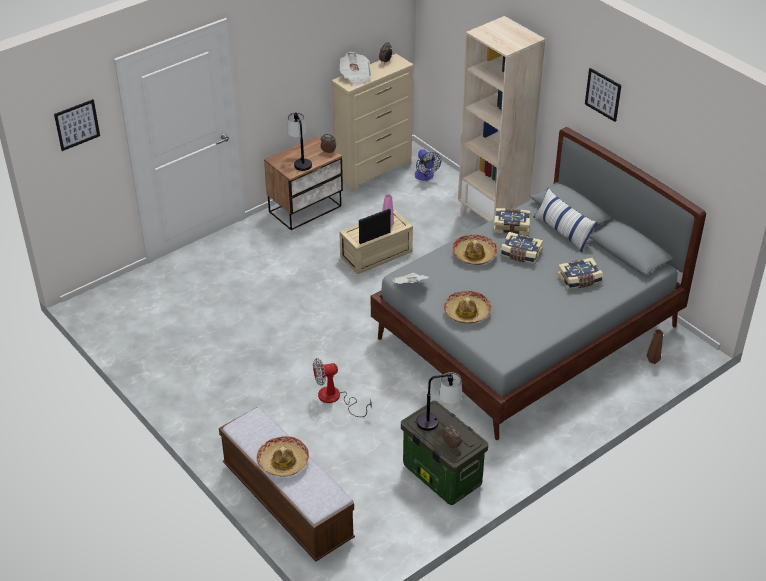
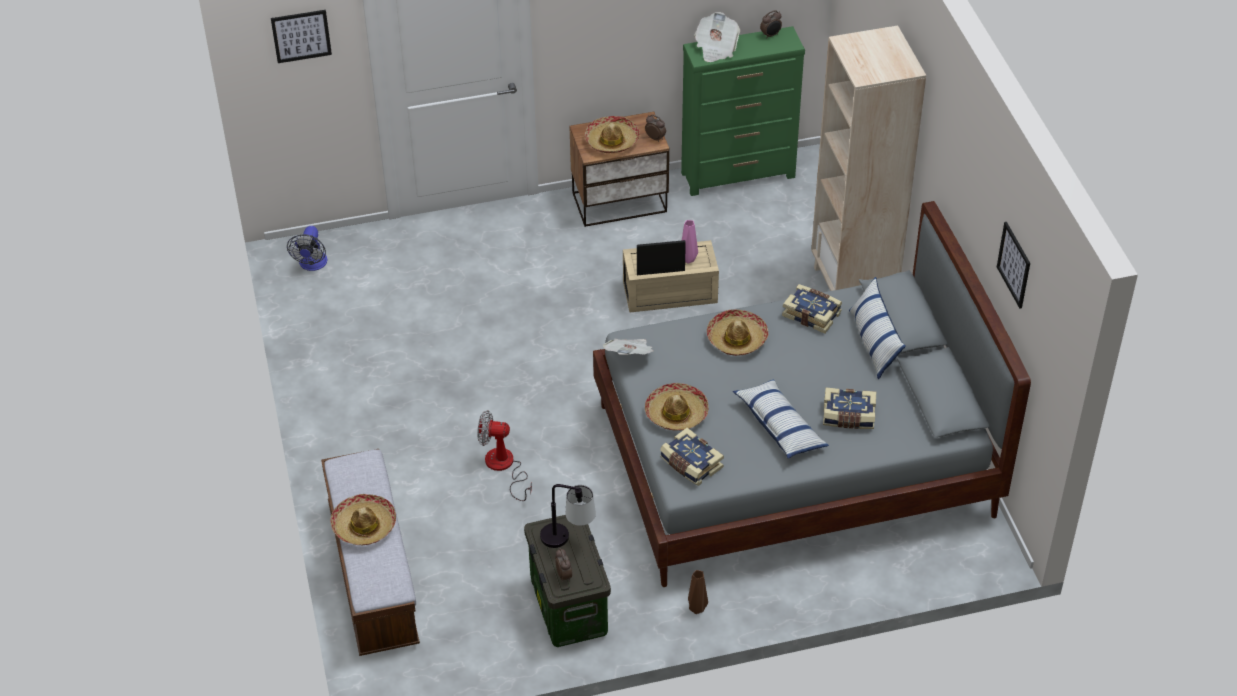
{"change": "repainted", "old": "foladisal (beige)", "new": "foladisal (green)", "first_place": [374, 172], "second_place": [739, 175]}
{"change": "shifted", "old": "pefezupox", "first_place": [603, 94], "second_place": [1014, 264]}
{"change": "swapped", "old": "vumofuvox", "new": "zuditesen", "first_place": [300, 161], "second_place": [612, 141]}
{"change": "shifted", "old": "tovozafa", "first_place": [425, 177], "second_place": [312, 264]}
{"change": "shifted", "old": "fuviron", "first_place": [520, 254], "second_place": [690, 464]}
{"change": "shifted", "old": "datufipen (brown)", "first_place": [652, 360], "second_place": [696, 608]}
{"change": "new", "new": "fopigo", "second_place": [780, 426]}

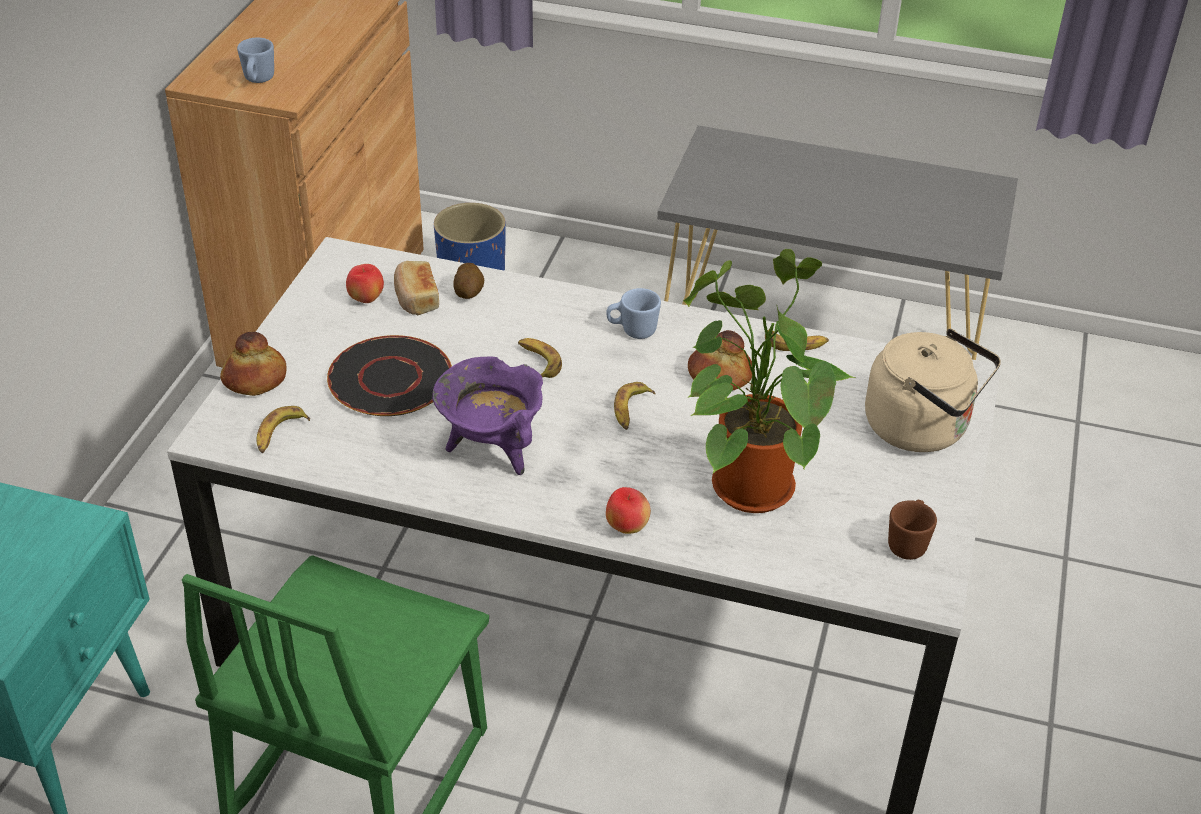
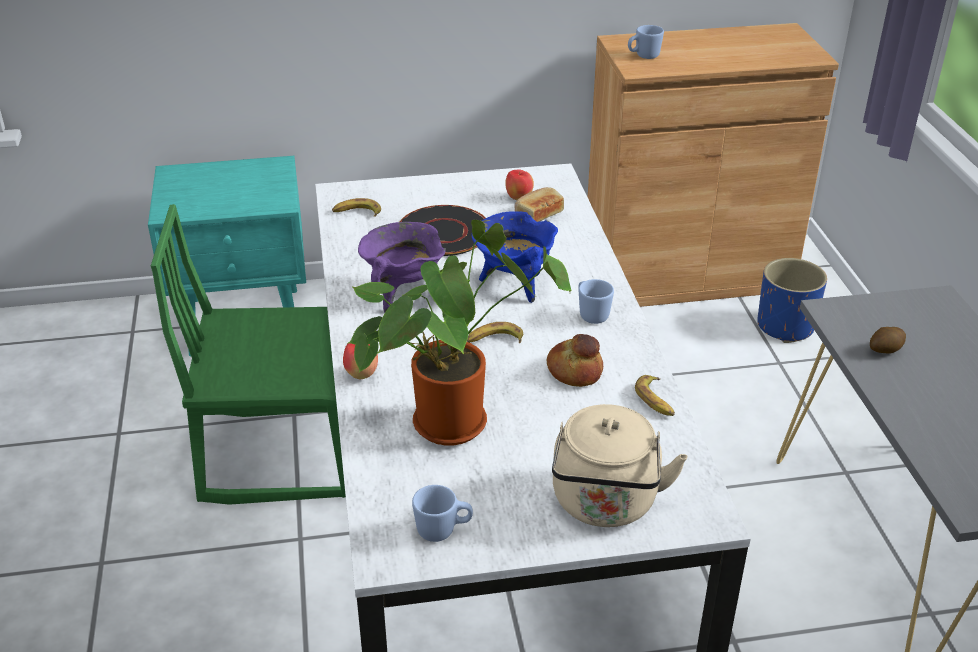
{"change": "shifted", "old": "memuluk", "first_place": [469, 292], "second_place": [884, 350]}
{"change": "gone", "old": "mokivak", "first_place": [255, 379]}
{"change": "swapped", "old": "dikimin", "new": "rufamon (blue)", "first_place": [538, 362], "second_place": [514, 283]}
{"change": "repainted", "old": "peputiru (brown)", "new": "peputiru (blue)", "first_place": [908, 543], "second_place": [443, 530]}

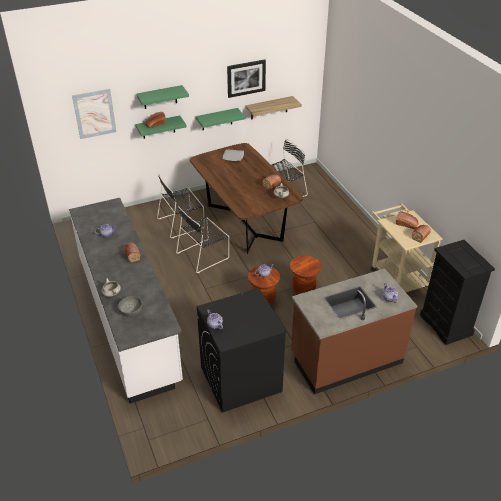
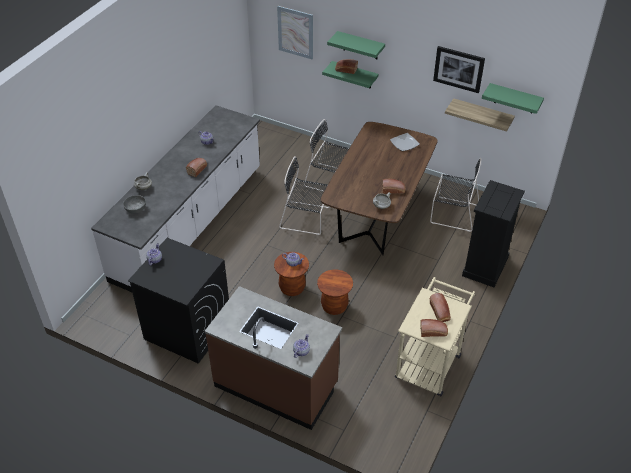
{"change": "shifted", "old": "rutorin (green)", "first_place": [217, 119], "second_place": [514, 99]}
{"change": "shifted", "old": "foladisal (black)", "first_place": [446, 325], "second_place": [485, 267]}

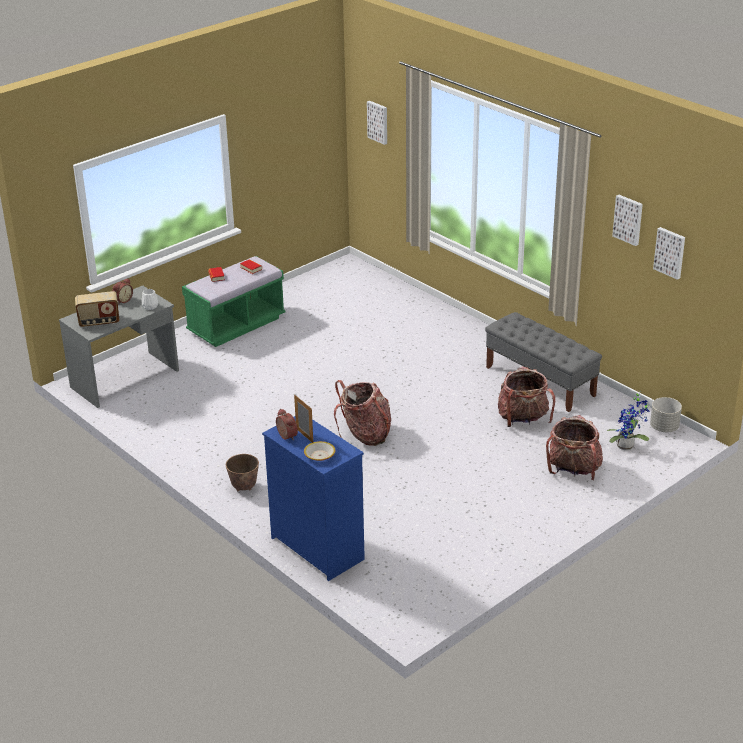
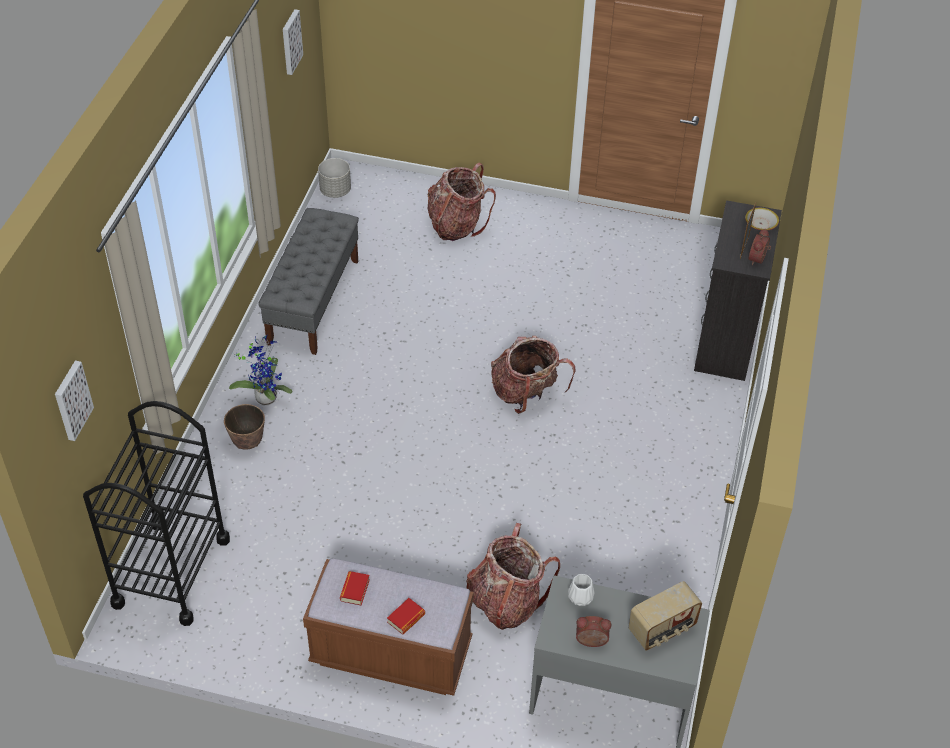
{"change": "gone", "old": "pefezupox", "first_place": [628, 219]}
{"change": "repainted", "old": "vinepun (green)", "new": "vinepun (brown)", "first_place": [236, 325], "second_place": [391, 653]}
{"change": "rotated", "old": "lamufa", "first_place": [99, 322], "second_place": [662, 629], "degrees": 105}
{"change": "shifted", "old": "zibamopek", "first_place": [523, 419], "second_place": [506, 601]}
{"change": "shifted", "old": "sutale", "first_place": [627, 446], "second_place": [266, 396]}
{"change": "repainted", "old": "foladisal (blue)", "new": "foladisal (black)", "first_place": [317, 548], "second_place": [724, 342]}
{"change": "shifted", "old": "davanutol", "first_place": [244, 487], "second_place": [247, 443]}
{"change": "new", "new": "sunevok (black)", "second_place": [171, 572]}

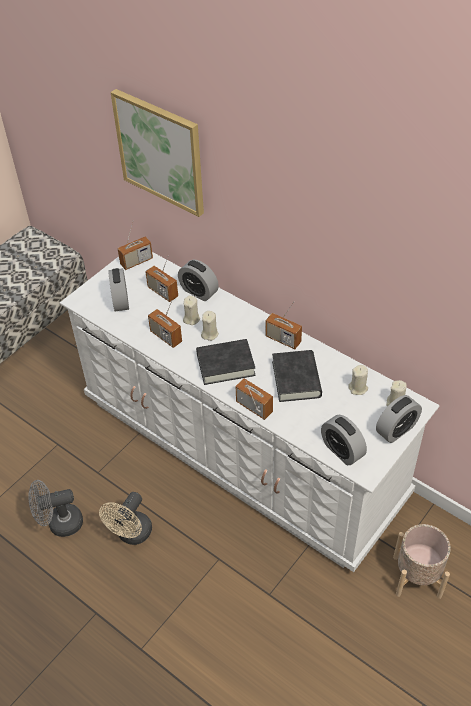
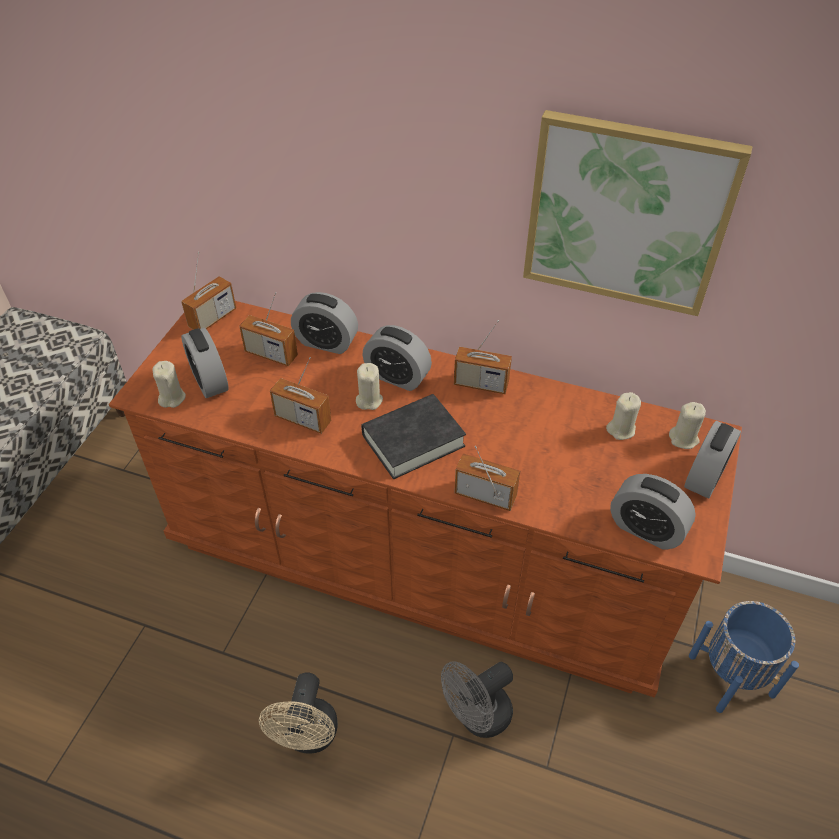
{"change": "shifted", "old": "pefezupox", "first_place": [160, 152], "second_place": [627, 214]}
{"change": "repainted", "old": "foladisal (white)", "new": "foladisal (brown)", "first_place": [240, 448], "second_place": [420, 557]}
{"change": "shifted", "old": "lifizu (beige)", "first_place": [191, 319], "second_place": [172, 398]}
{"change": "gone", "old": "fuviron (black)", "first_place": [296, 379]}
{"change": "shifted", "old": "tovozafa (grey)", "first_place": [59, 524], "second_place": [477, 717]}
{"change": "repainted", "old": "davanutol (beige)", "new": "davanutol (blue)", "first_place": [417, 576], "second_place": [731, 674]}
{"change": "new", "new": "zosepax", "second_place": [397, 377]}

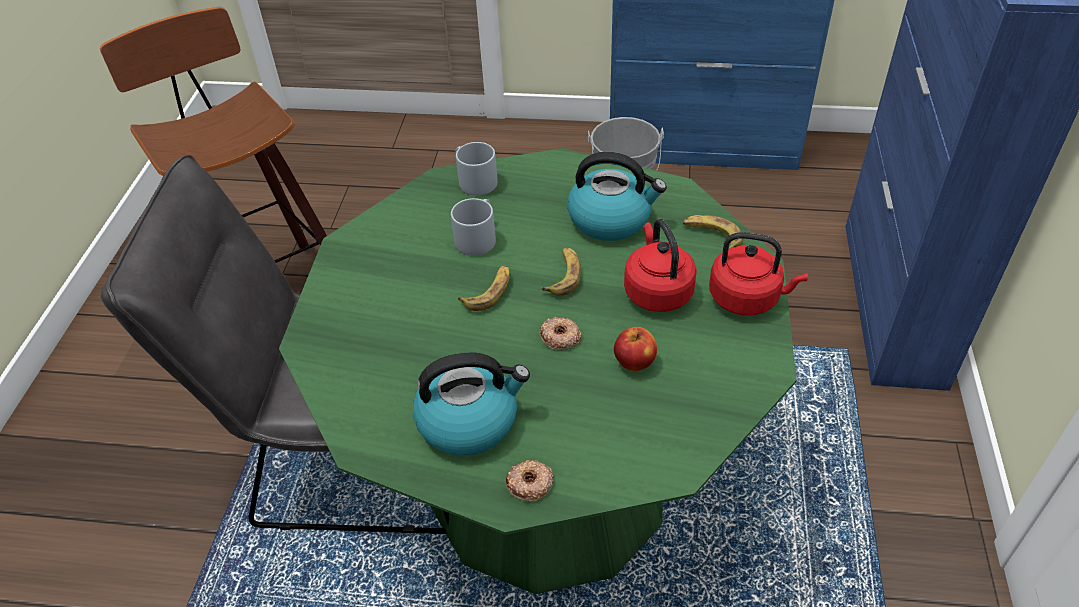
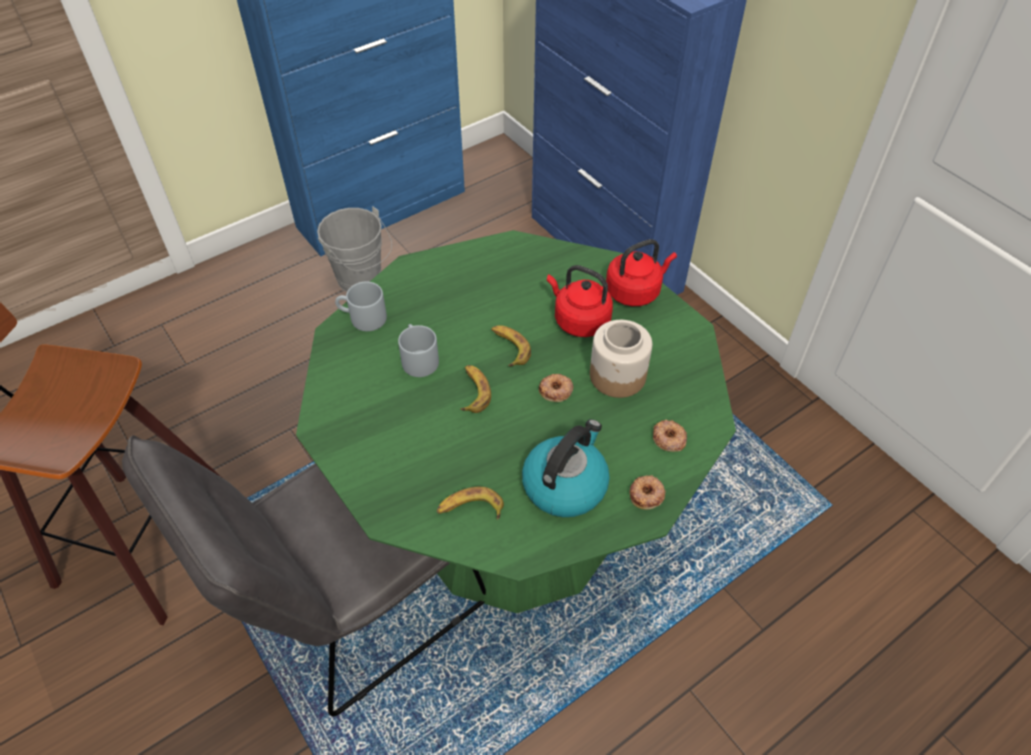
{"change": "gone", "old": "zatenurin", "first_place": [611, 219]}
{"change": "shifted", "old": "dikimin", "first_place": [712, 236], "second_place": [470, 509]}
{"change": "swapped", "old": "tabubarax", "new": "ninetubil", "first_place": [634, 362], "second_place": [618, 375]}
{"change": "new", "new": "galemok", "second_place": [668, 438]}

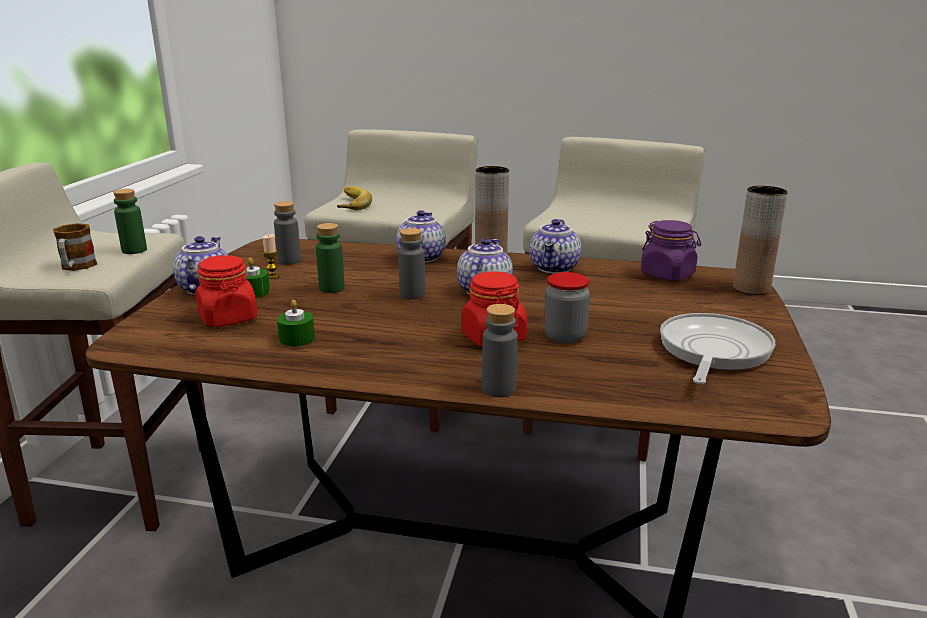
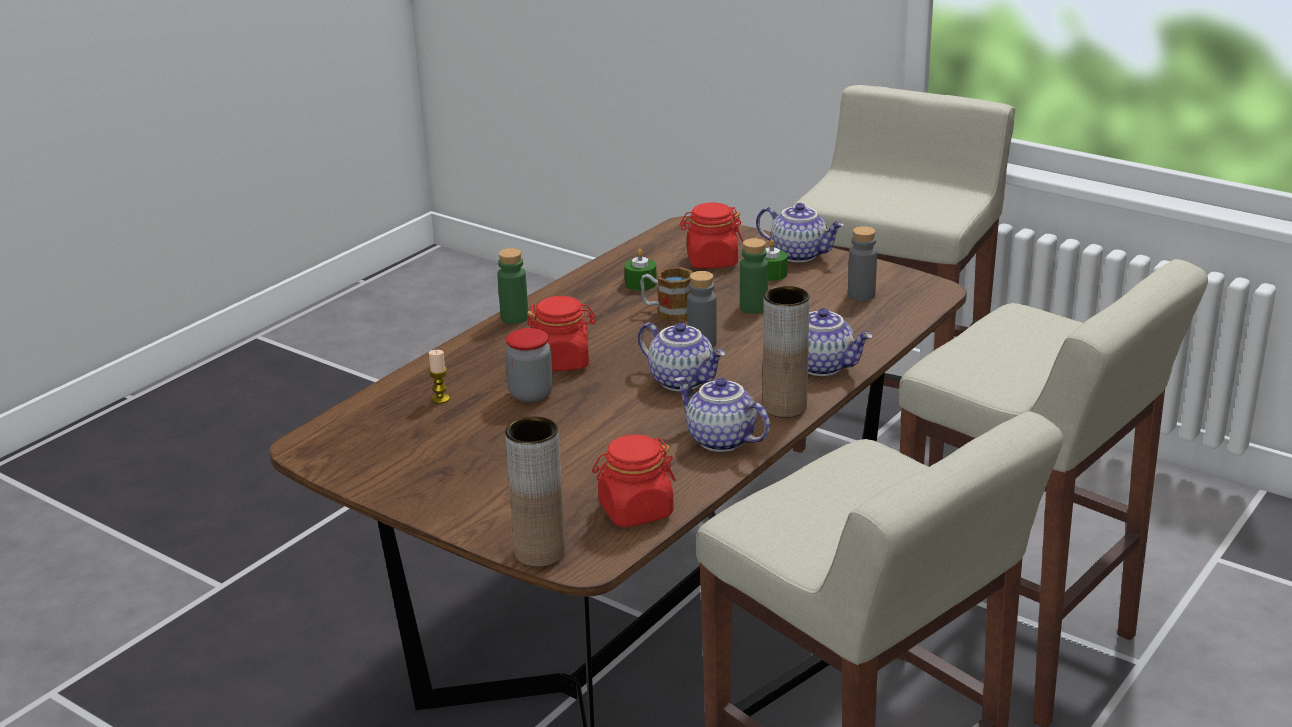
{"change": "gone", "old": "dikimin", "first_place": [349, 203]}
{"change": "shifted", "old": "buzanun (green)", "first_place": [134, 250], "second_place": [514, 318]}
{"change": "repainted", "old": "ninetubil (purple)", "new": "ninetubil (red)", "first_place": [667, 274], "second_place": [635, 511]}
{"change": "shifted", "old": "peputiru", "first_place": [76, 267], "second_place": [667, 312]}
{"change": "shifted", "old": "lifizu", "first_place": [272, 276], "second_place": [440, 399]}
{"change": "gone", "old": "buzanun (grey)", "first_place": [498, 389]}
{"change": "gone", "old": "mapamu", "first_place": [712, 352]}

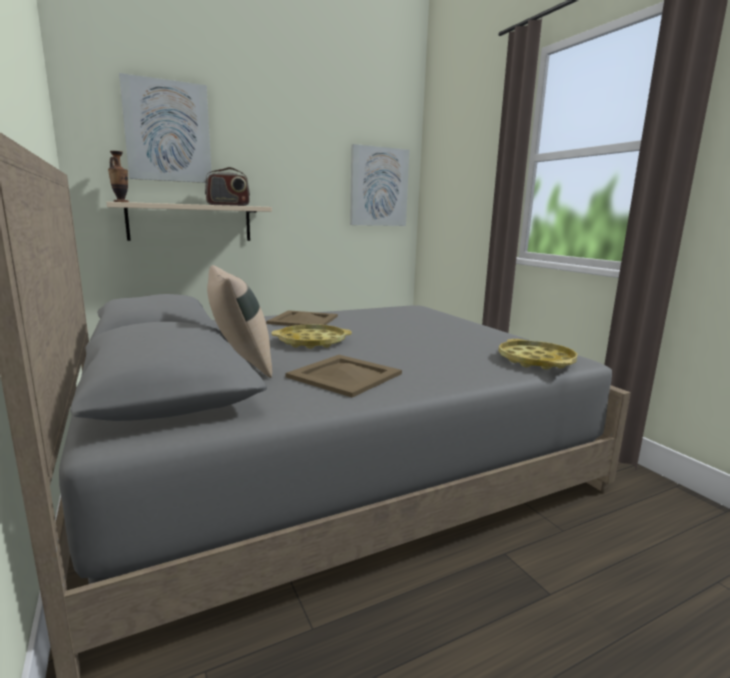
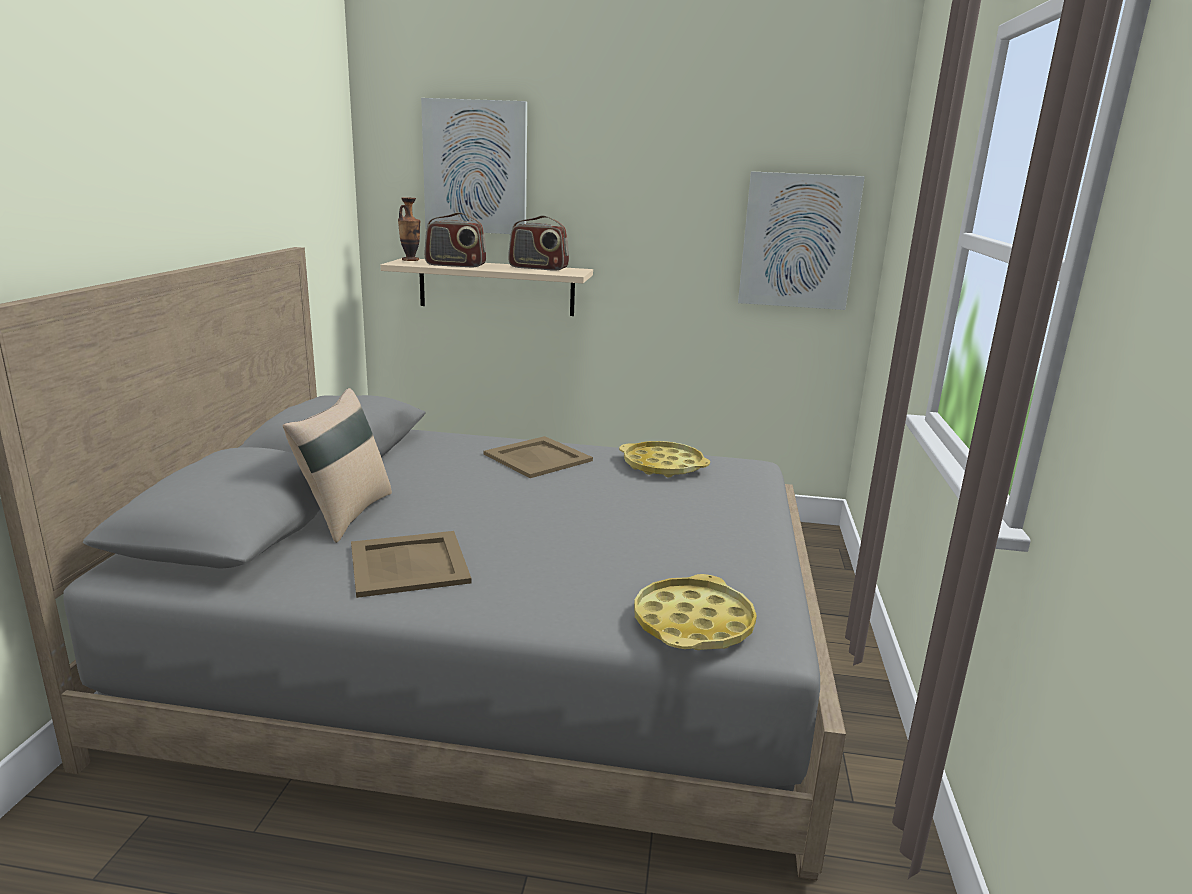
{"change": "shifted", "old": "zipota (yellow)", "first_place": [312, 342], "second_place": [663, 466]}
{"change": "new", "new": "lamufa", "second_place": [455, 265]}

